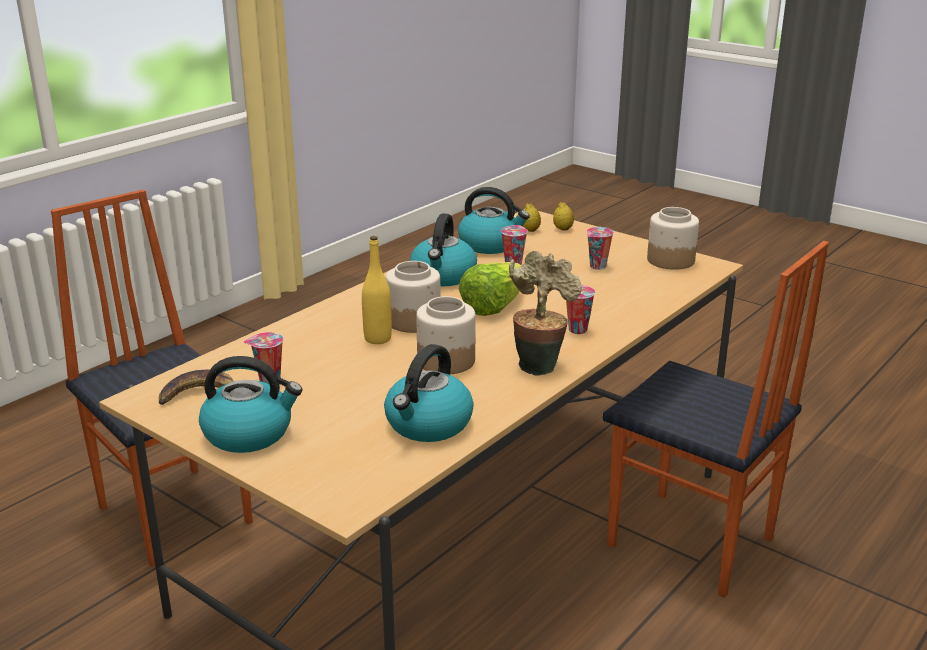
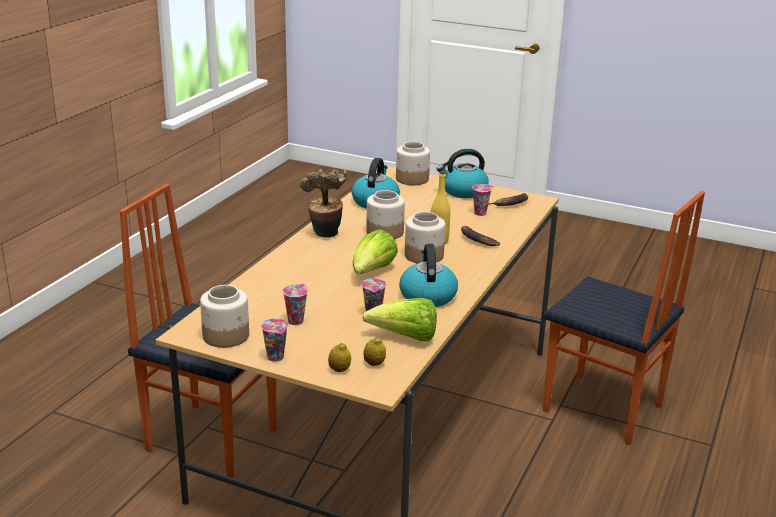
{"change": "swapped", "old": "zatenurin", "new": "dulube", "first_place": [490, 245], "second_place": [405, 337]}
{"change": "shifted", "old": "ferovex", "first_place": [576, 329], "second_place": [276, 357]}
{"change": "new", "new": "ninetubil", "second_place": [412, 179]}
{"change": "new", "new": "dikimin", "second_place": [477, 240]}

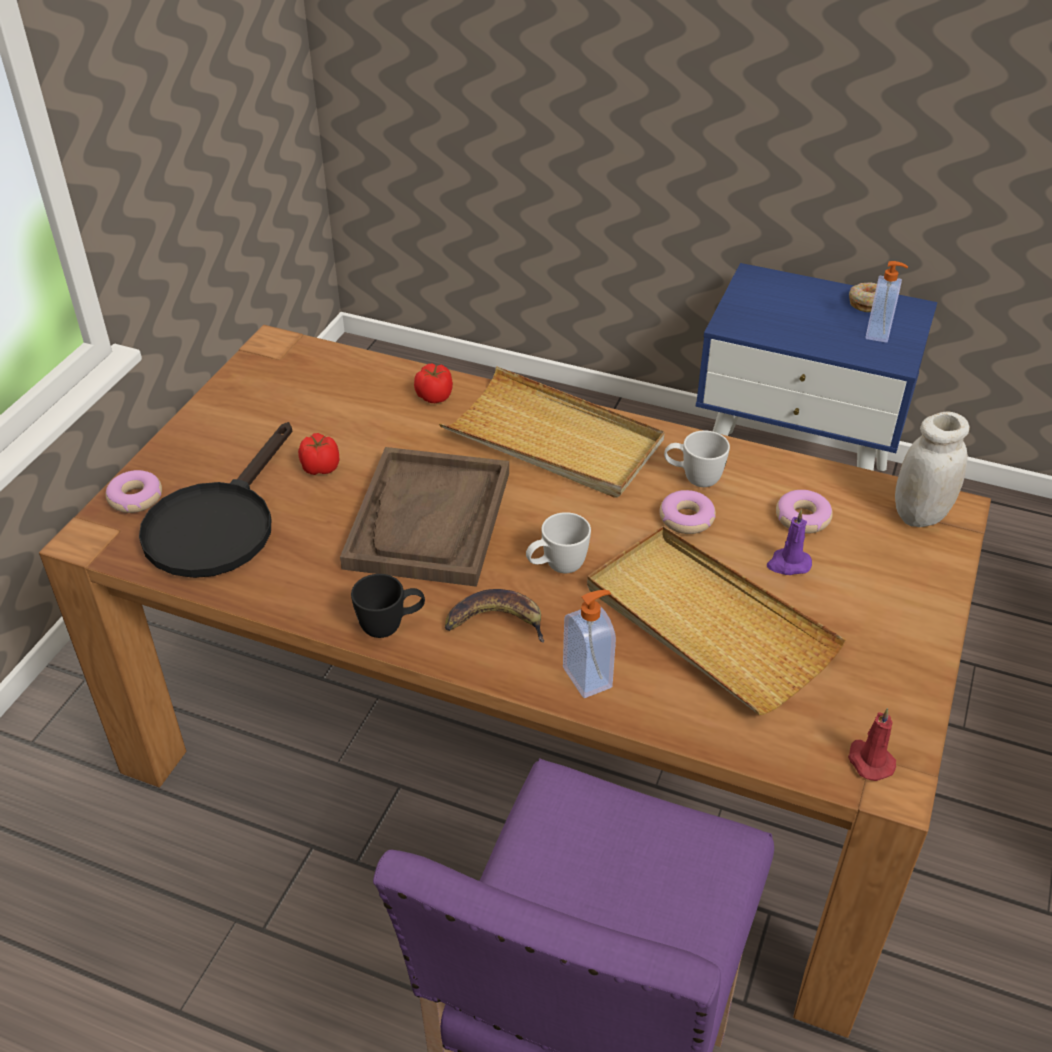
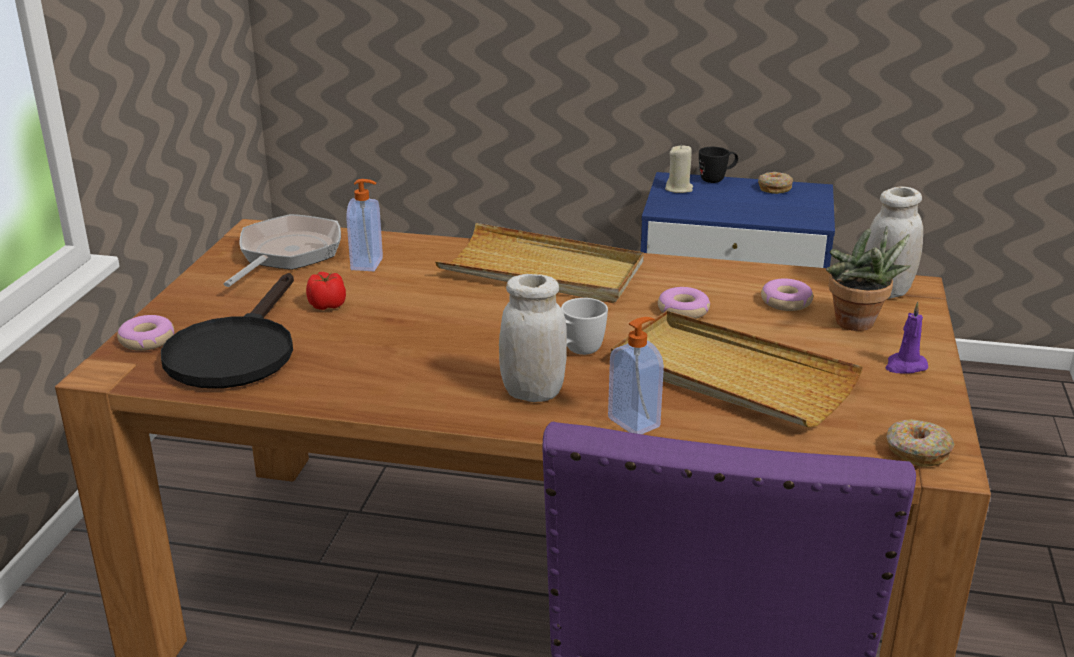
{"change": "shifted", "old": "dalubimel", "first_place": [879, 333], "second_place": [368, 264]}
{"change": "gone", "old": "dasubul", "first_place": [435, 396]}
{"change": "gone", "old": "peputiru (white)", "first_place": [693, 478]}
{"change": "gone", "old": "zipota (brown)", "first_place": [429, 520]}
{"change": "shifted", "old": "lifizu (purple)", "first_place": [788, 564], "second_place": [905, 366]}
{"change": "shifted", "old": "peputiru (black)", "first_place": [391, 626], "second_place": [717, 180]}
{"change": "swapped", "old": "dikimin", "new": "ninetubil (white)", "first_place": [496, 621], "second_place": [532, 393]}
{"change": "swapped", "old": "lifizu (red)", "new": "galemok", "first_place": [869, 760], "second_place": [916, 451]}
{"change": "new", "new": "lifizu (beige)", "second_place": [679, 189]}
{"change": "new", "new": "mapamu", "second_place": [286, 254]}
{"change": "new", "new": "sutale", "second_place": [858, 325]}

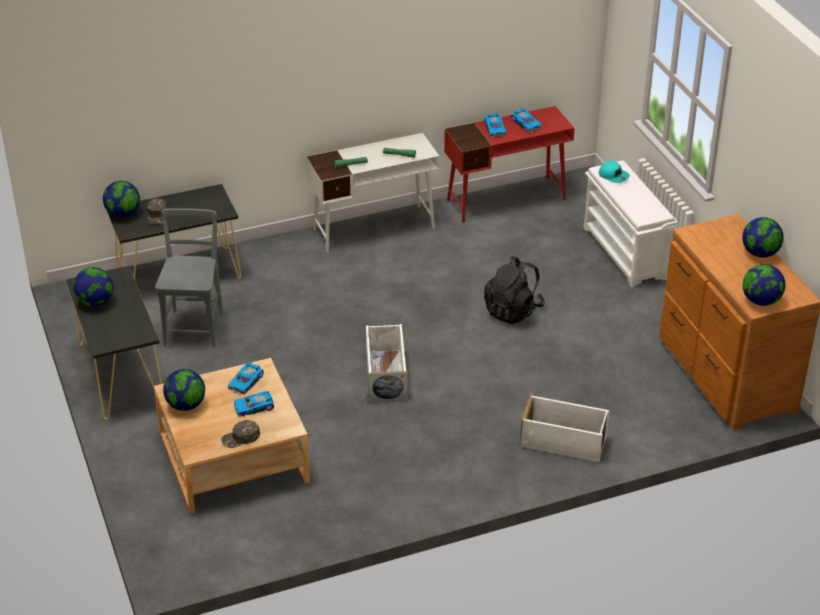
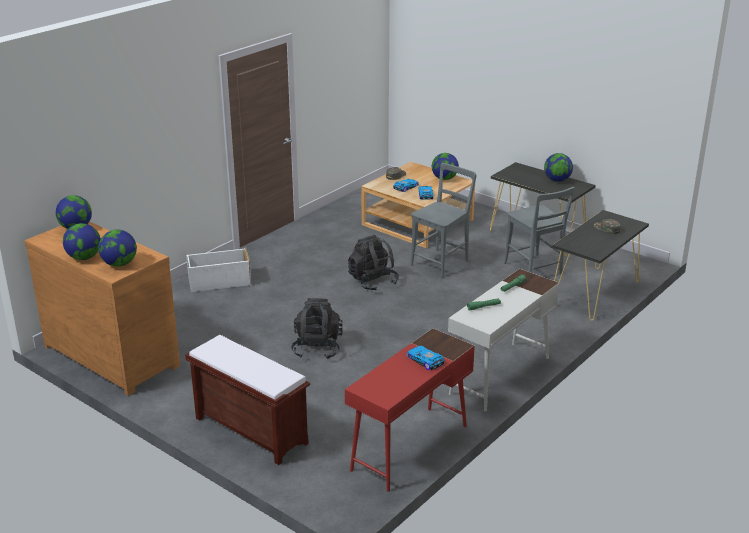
{"change": "gone", "old": "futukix", "first_place": [526, 123]}
{"change": "repainted", "old": "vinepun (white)", "new": "vinepun (brown)", "first_place": [625, 253], "second_place": [249, 430]}
{"change": "gone", "old": "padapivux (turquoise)", "first_place": [613, 175]}
{"change": "shifted", "old": "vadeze", "first_place": [123, 214], "second_place": [119, 264]}
{"change": "swapped", "old": "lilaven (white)", "new": "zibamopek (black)", "first_place": [385, 375], "second_place": [372, 281]}
{"change": "new", "new": "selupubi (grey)", "second_place": [441, 262]}

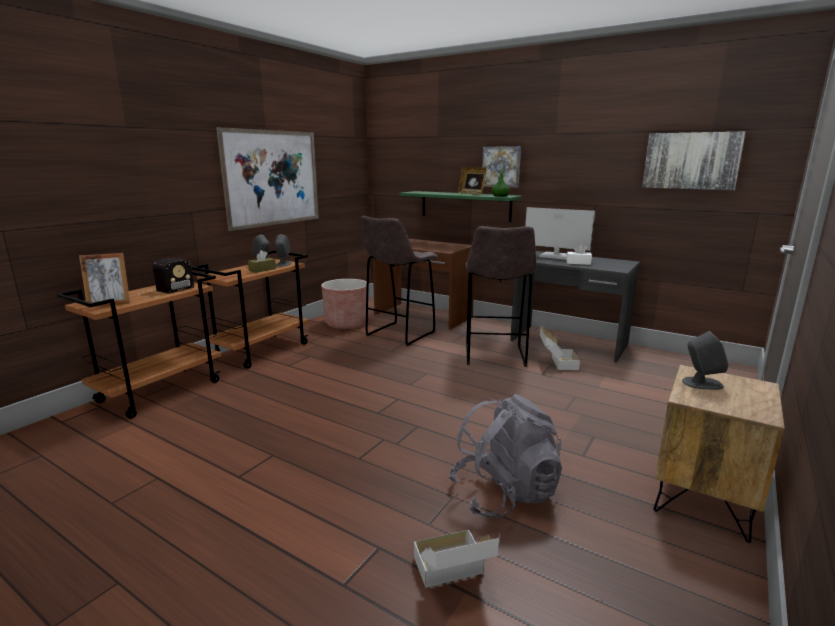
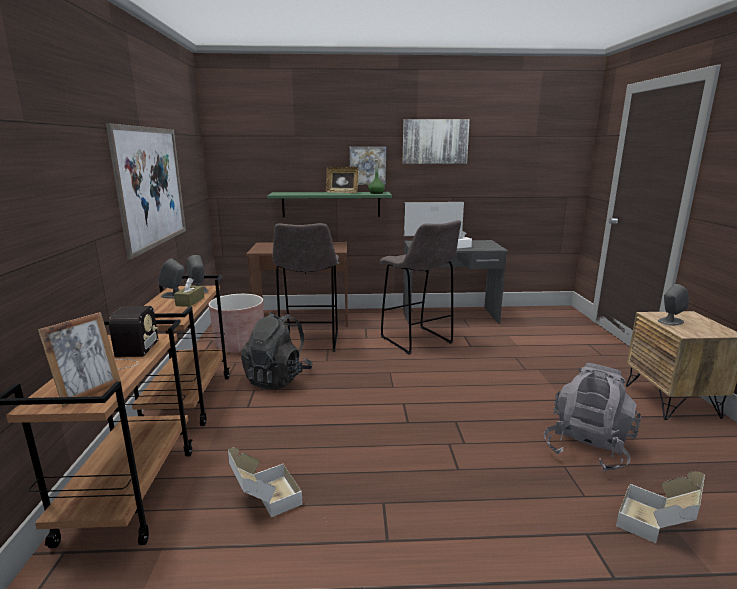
{"change": "shifted", "old": "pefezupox", "first_place": [691, 161], "second_place": [435, 141]}
{"change": "shifted", "old": "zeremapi", "first_place": [556, 363], "second_place": [265, 500]}
{"change": "new", "new": "zibamopek (black)", "second_place": [278, 378]}

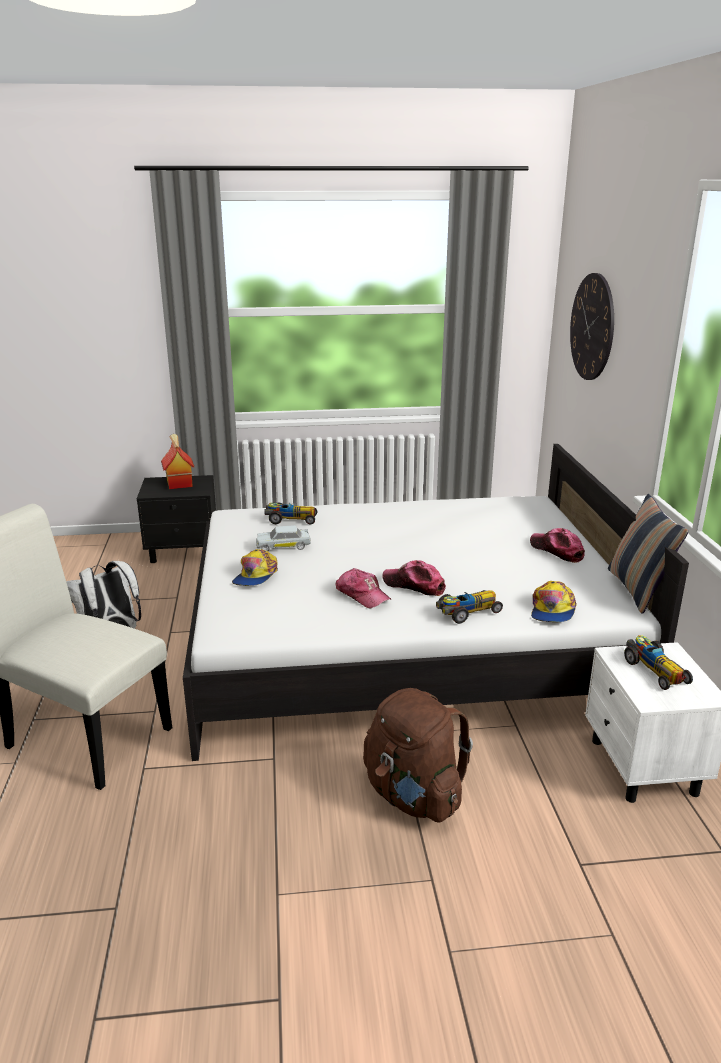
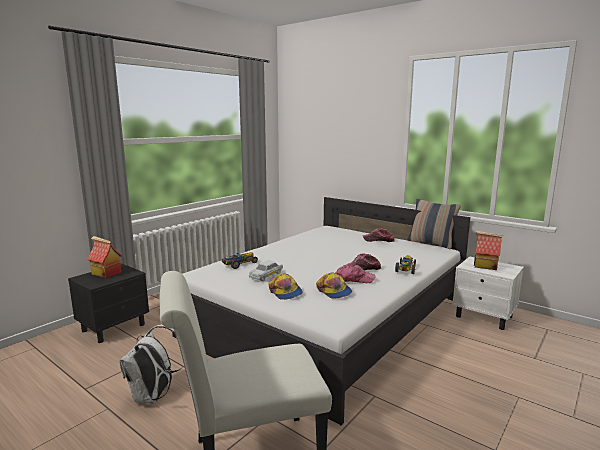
{"change": "gone", "old": "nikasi", "first_place": [592, 327]}
{"change": "shifted", "old": "padapivux", "first_place": [552, 610], "second_place": [334, 291]}
{"change": "swapped", "old": "futukix", "new": "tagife", "first_place": [654, 669], "second_place": [485, 266]}
{"change": "gone", "old": "zibamopek (brown)", "first_place": [413, 796]}

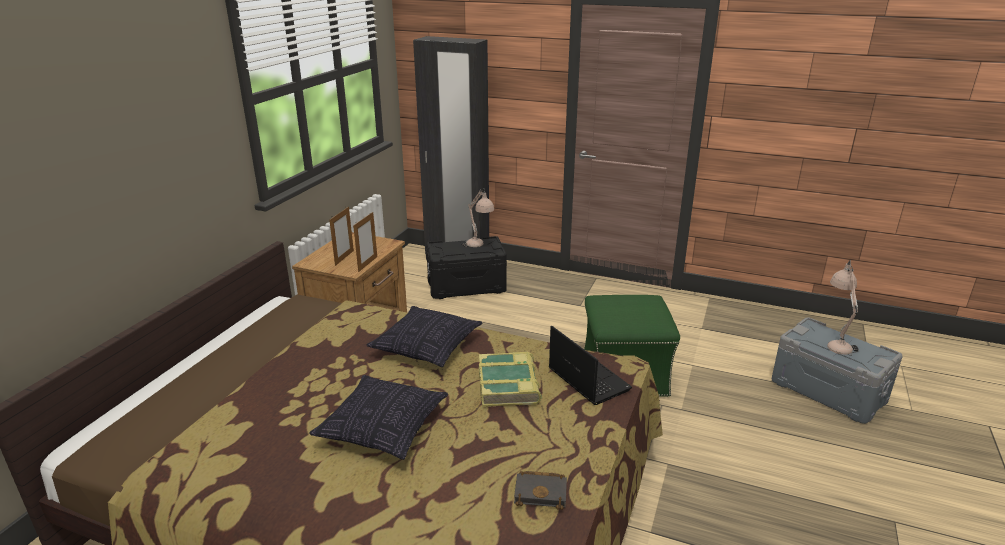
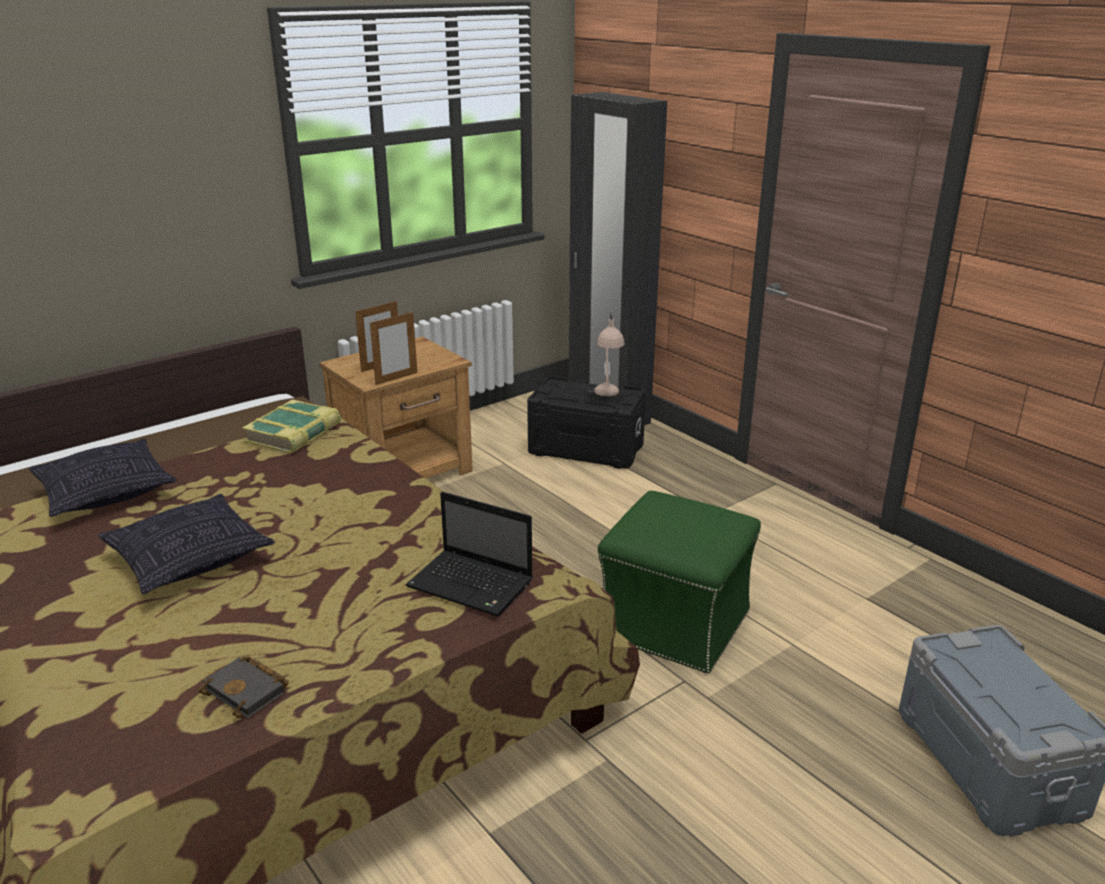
{"change": "gone", "old": "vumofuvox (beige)", "first_place": [836, 341]}
{"change": "shifted", "old": "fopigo", "first_place": [427, 347], "second_place": [106, 493]}
{"change": "rotated", "old": "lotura", "first_place": [587, 379], "second_place": [473, 585], "degrees": 120}
{"change": "shifted", "old": "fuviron", "first_place": [509, 385], "second_place": [294, 434]}

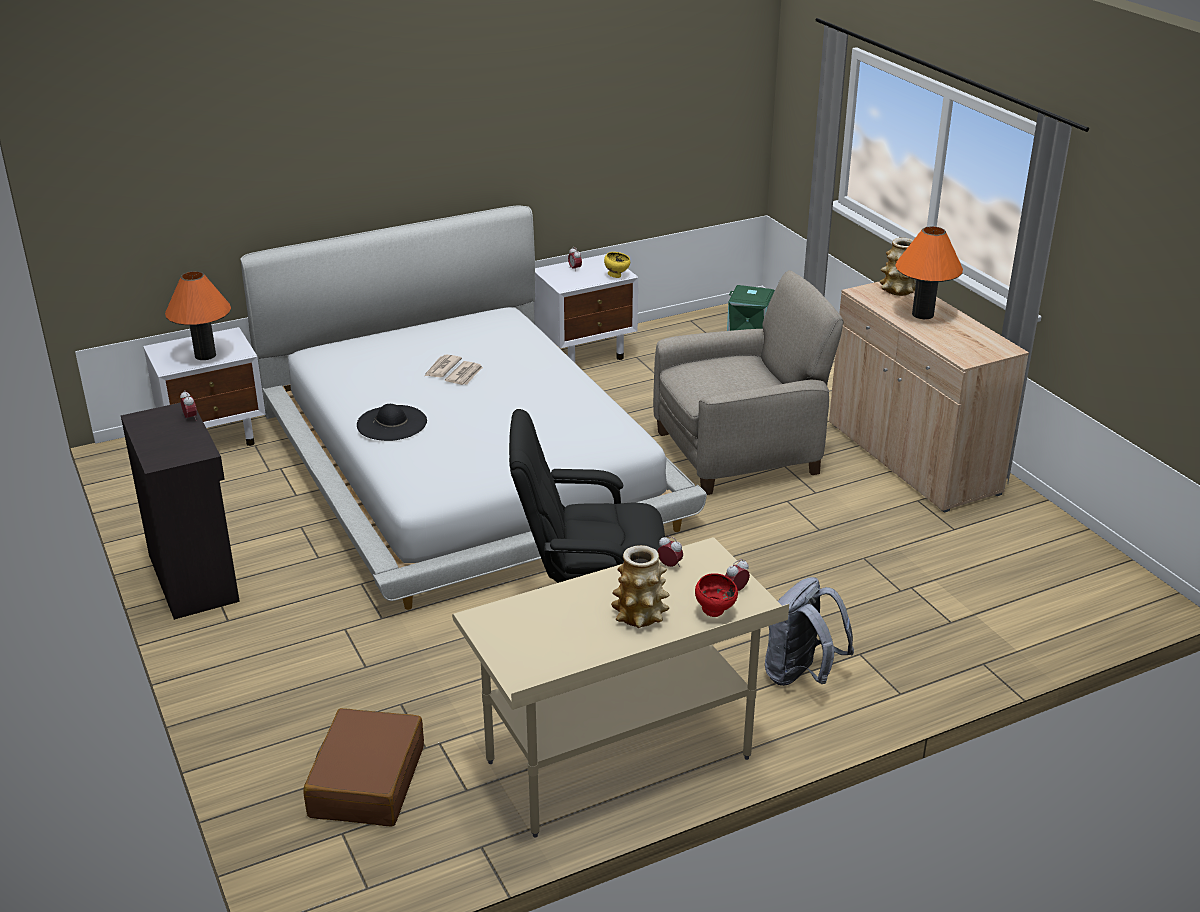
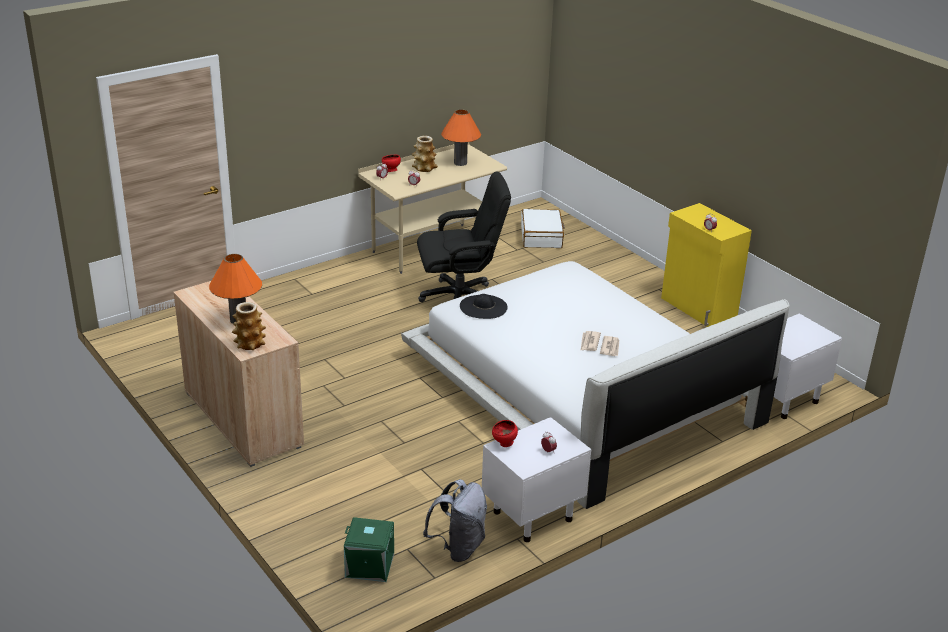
{"change": "repainted", "old": "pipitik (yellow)", "new": "pipitik (red)", "first_place": [616, 276], "second_place": [504, 444]}
{"change": "gone", "old": "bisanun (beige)", "first_place": [739, 452]}
{"change": "shifted", "old": "vumofuvox (orange)", "first_place": [205, 355], "second_place": [460, 163]}
{"change": "repainted", "old": "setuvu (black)", "new": "setuvu (yellow)", "first_place": [195, 576], "second_place": [698, 308]}
{"change": "shifted", "old": "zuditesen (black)", "first_place": [392, 423], "second_place": [483, 307]}
{"change": "shifted", "old": "zibamopek (grey)", "first_place": [800, 675], "second_place": [458, 547]}
{"change": "repainted", "old": "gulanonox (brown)", "new": "gulanonox (white)", "first_place": [366, 781], "second_place": [541, 236]}

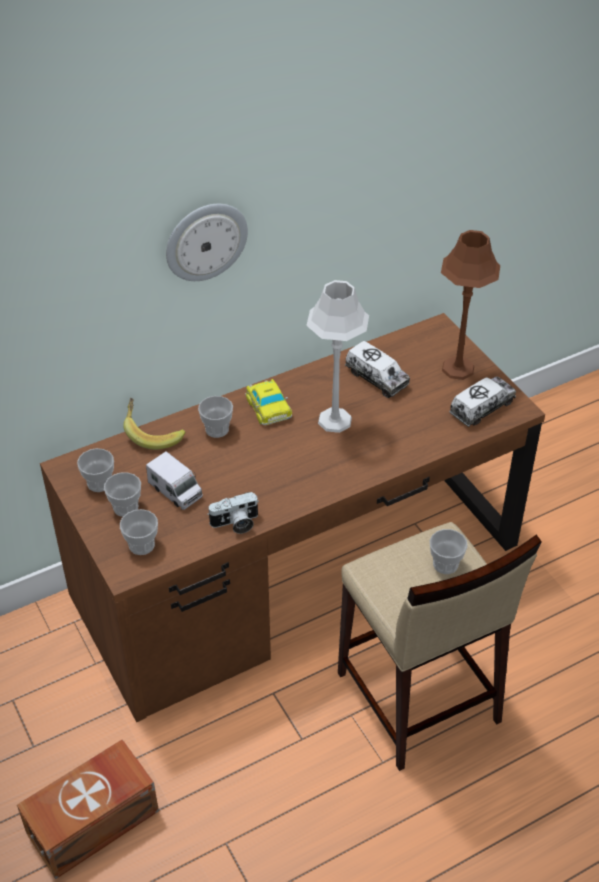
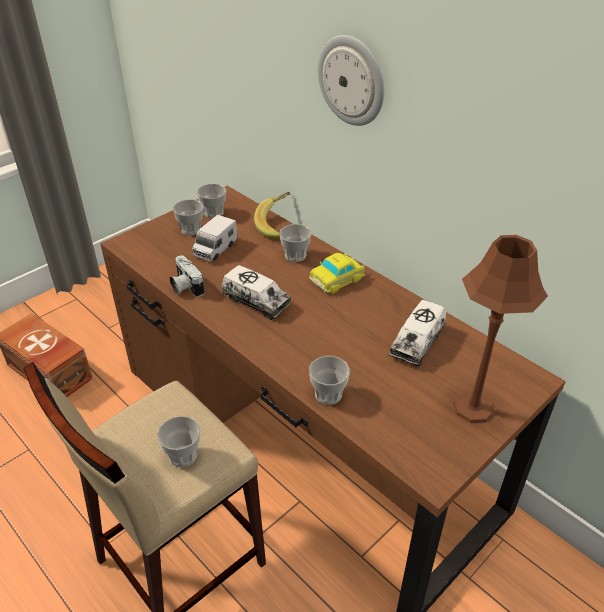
{"change": "gone", "old": "vumofuvox (grey)", "first_place": [334, 420]}
{"change": "shifted", "old": "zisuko", "first_place": [482, 408], "second_place": [256, 301]}
{"change": "shifted", "old": "ferovex", "first_place": [141, 545], "second_place": [328, 394]}

